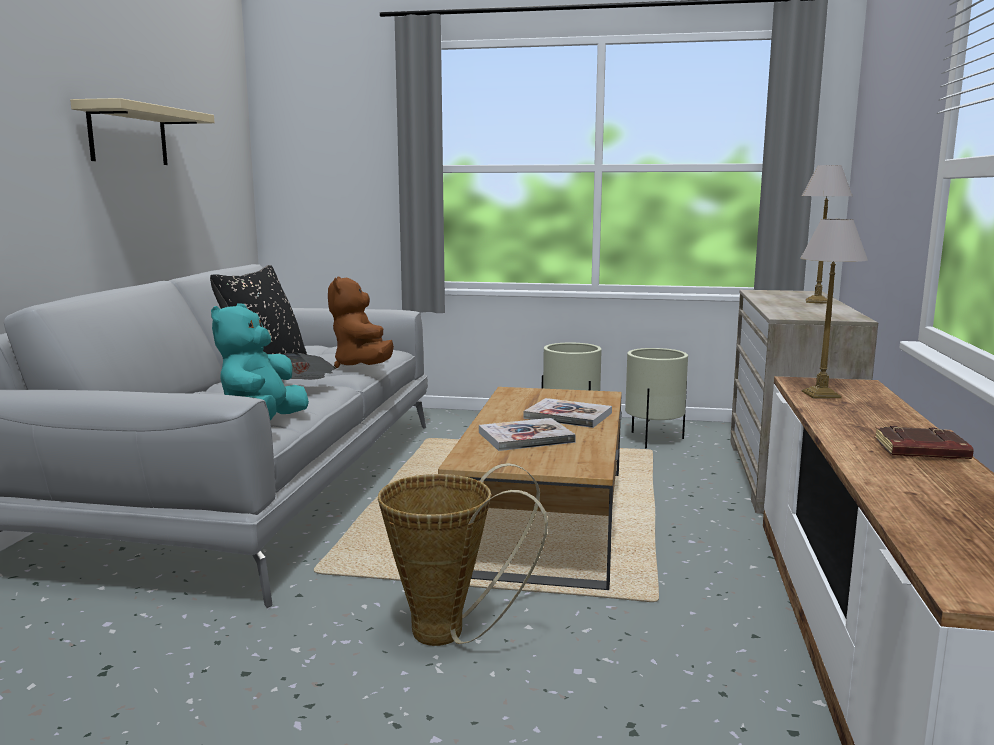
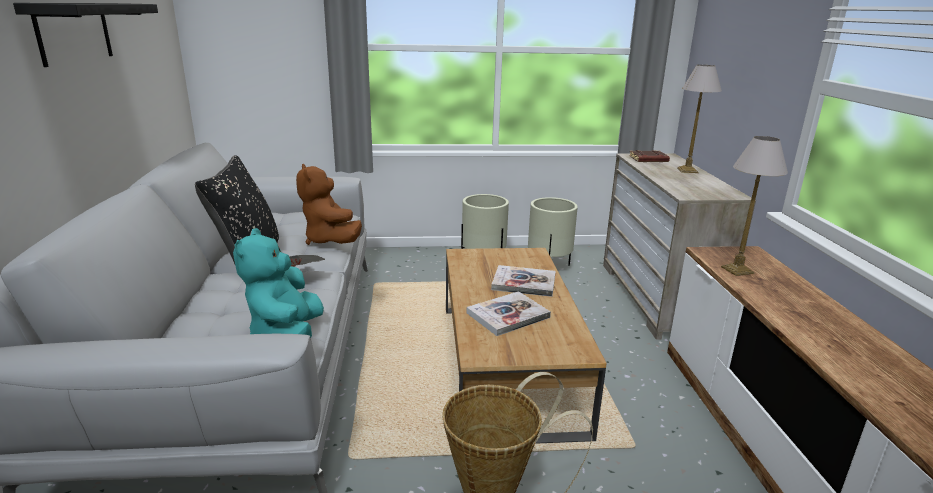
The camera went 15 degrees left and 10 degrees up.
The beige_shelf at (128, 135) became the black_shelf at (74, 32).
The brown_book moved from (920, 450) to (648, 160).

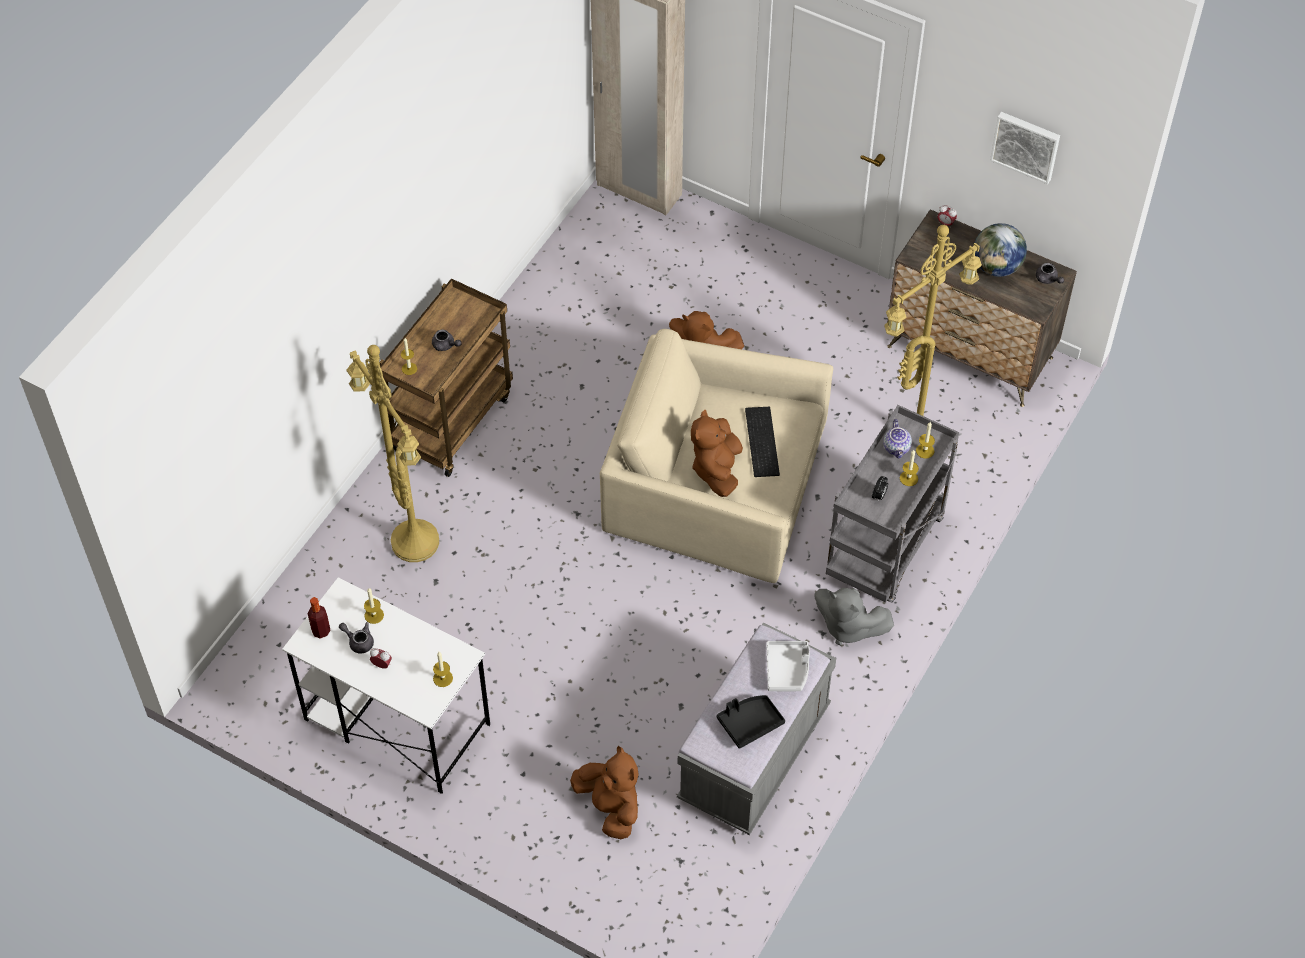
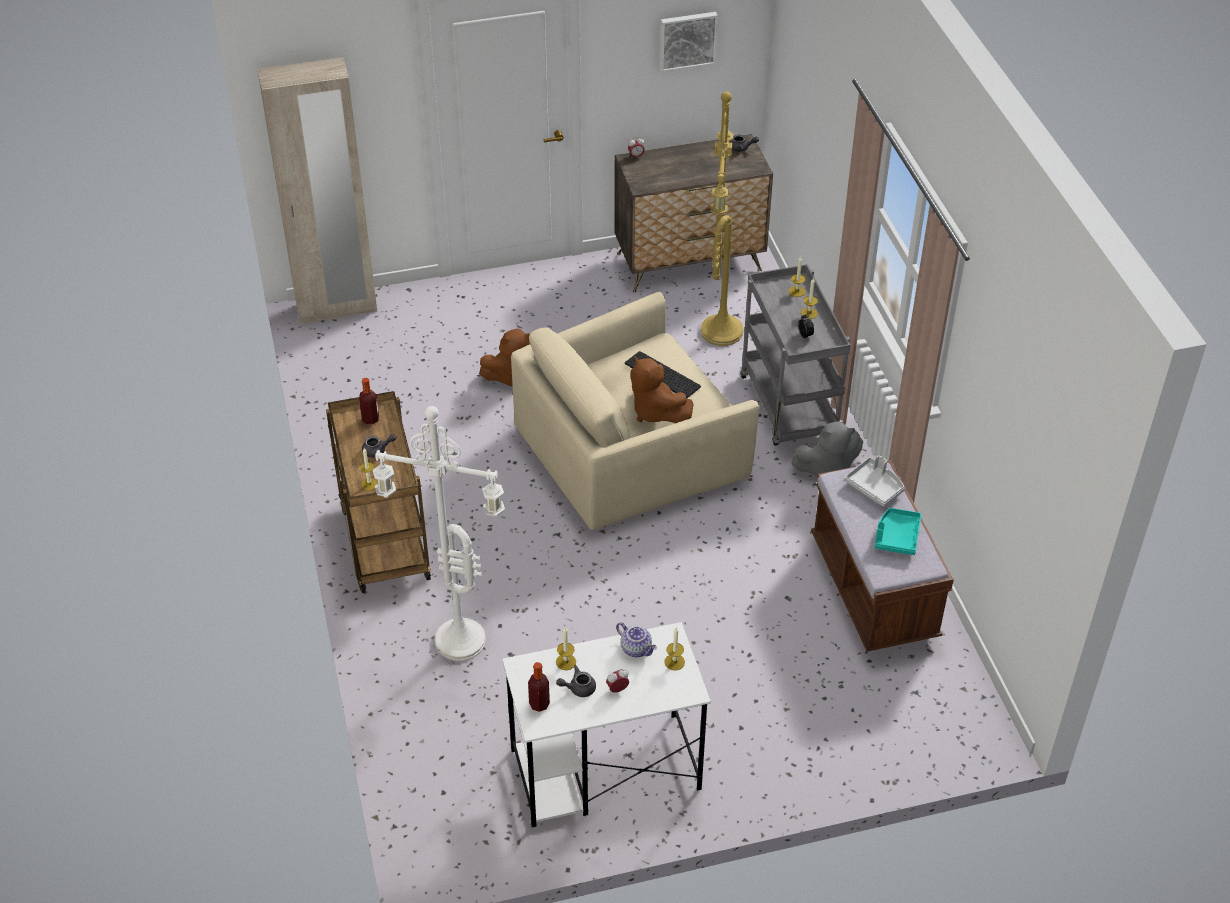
The camera went 45 degrees left and 10 degrees down.
The bottle at (370, 419) appeared.
The yellow_floor_lamp at (411, 542) became the white_floor_lamp at (457, 643).
The teapot moved from (897, 448) to (637, 648).
The grey_bench at (754, 755) became the brown_bench at (873, 589).
The black_tray at (749, 723) became the turquoise_tray at (896, 536).
The brown_plush_toy at (610, 807) disappeared.
The globe at (996, 267) disappeared.

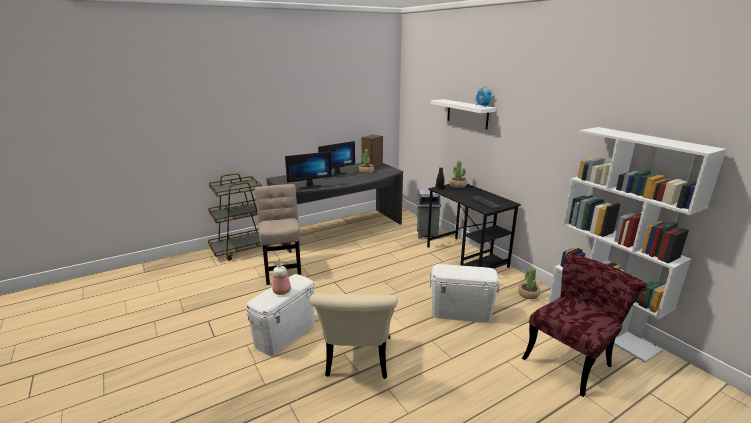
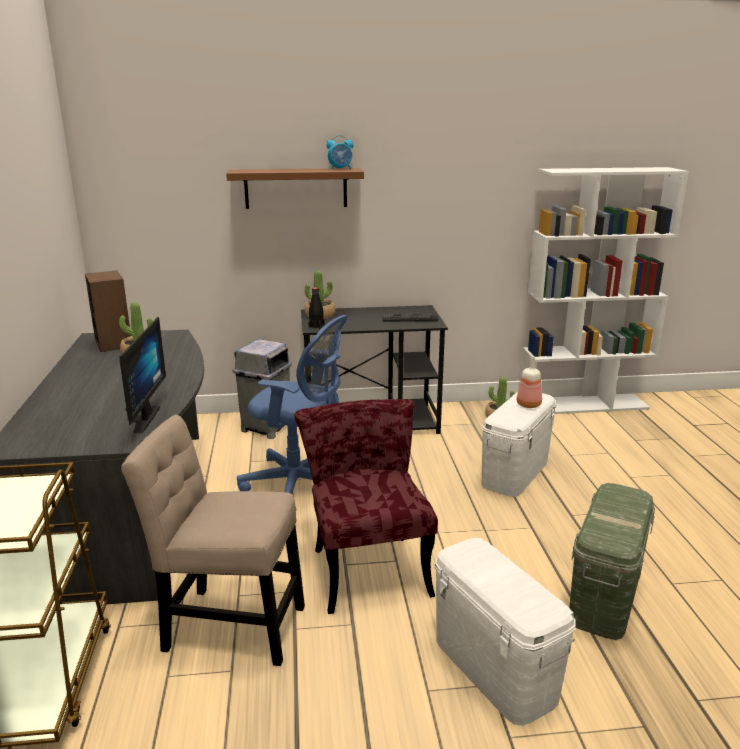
The camera went 65 degrees left and 0 degrees up.
The white_shelf at (467, 113) became the brown_shelf at (296, 188).
The blue_office_chair at (299, 485) appeared.
The red_chair moved from (572, 359) to (367, 564).
The bottle moved from (282, 291) to (529, 404).
The beige_chair at (357, 362) was replaced by the green_storage_box at (605, 596).
The monitor at (335, 174) disappeared.

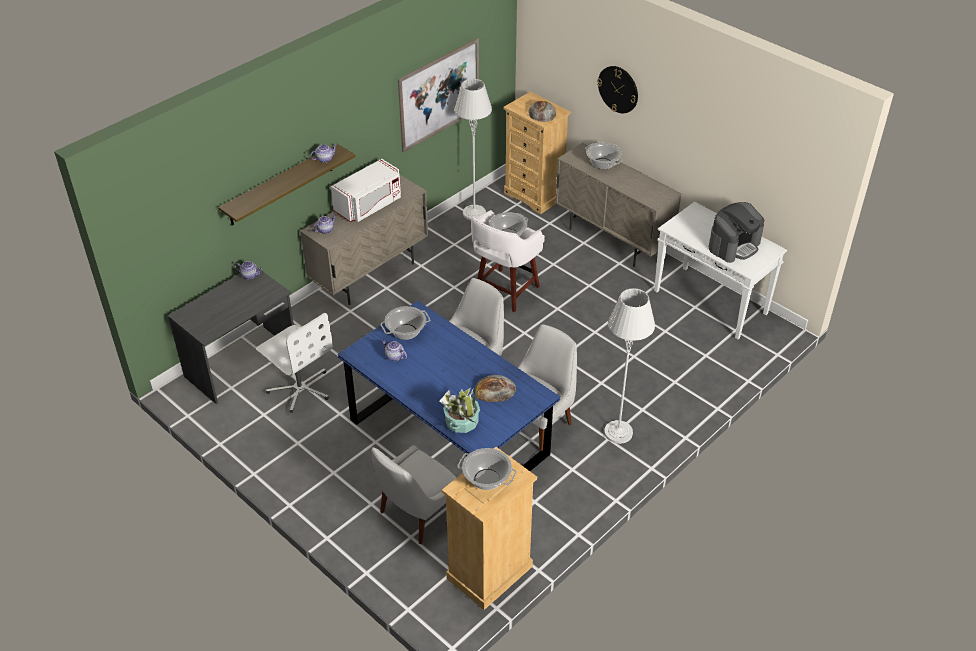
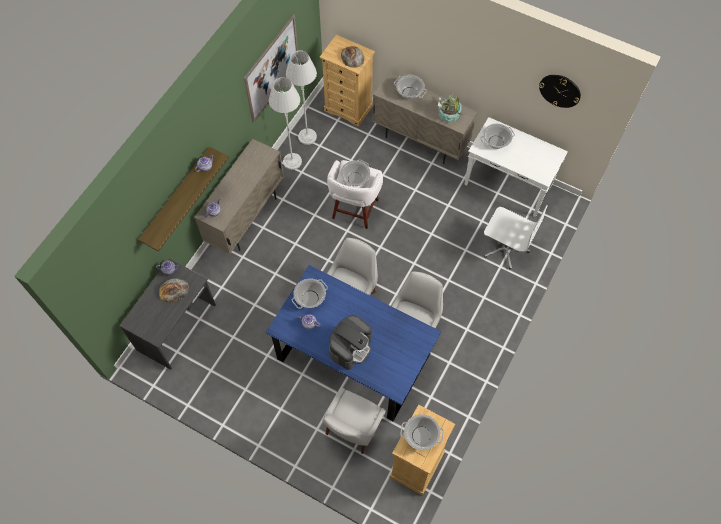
The camera went 15 degrees left and 20 degrees up.
The bread moved from (495, 389) to (173, 290).
The grey_floor_lamp moved from (618, 433) to (292, 162).
The coffee_machine moved from (734, 245) to (350, 347).
The potted_plant moved from (461, 422) to (448, 115).
The cooking_pot at (496, 142) appeared.
The white_office_chair moved from (300, 388) to (505, 247).
The wall_clock moved from (618, 89) to (560, 90).
The white_microwave at (369, 205) disappeared.

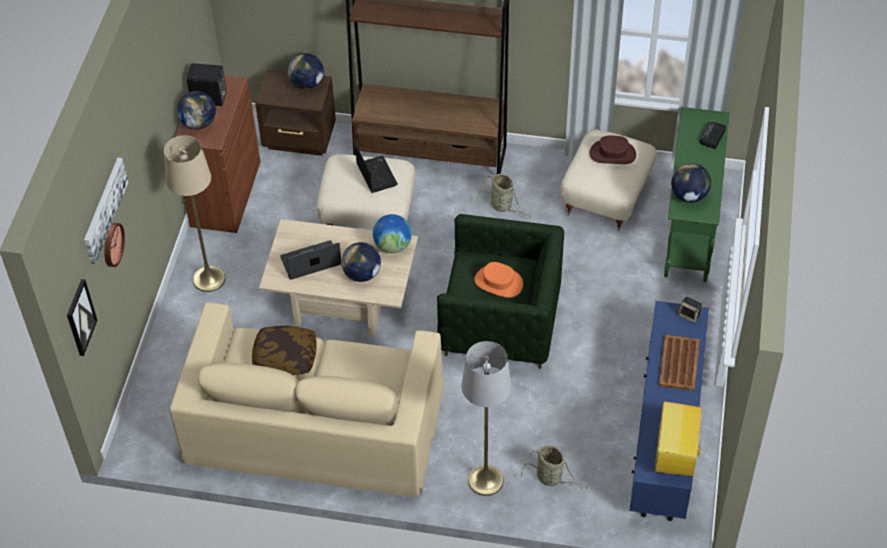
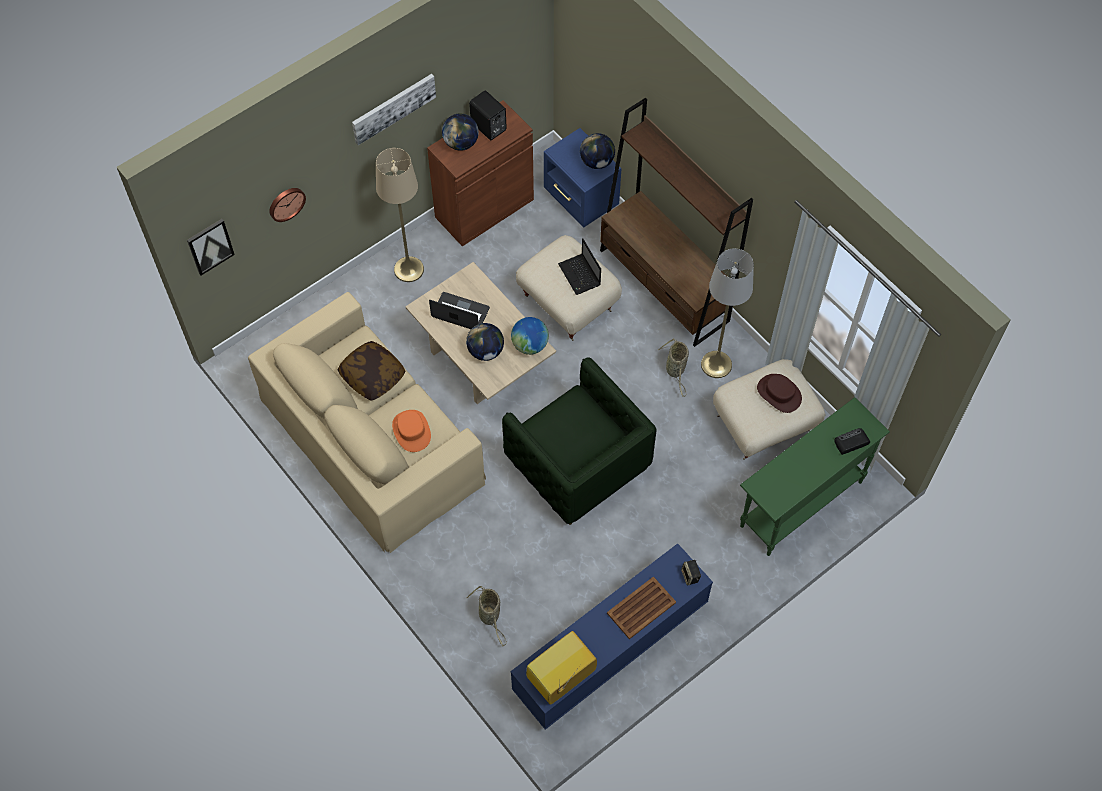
The camera went 40 degrees right and 10 degrees up.
The picture moved from (104, 209) to (393, 108).
The orange_hat moved from (498, 282) to (411, 431).
The brown_nightstand at (300, 138) became the blue_nightstand at (581, 201).
The laptop at (376, 174) turned 135 degrees clockwise.
The grey_floor_lamp moved from (485, 480) to (716, 364).
The globe at (689, 196) disappeared.

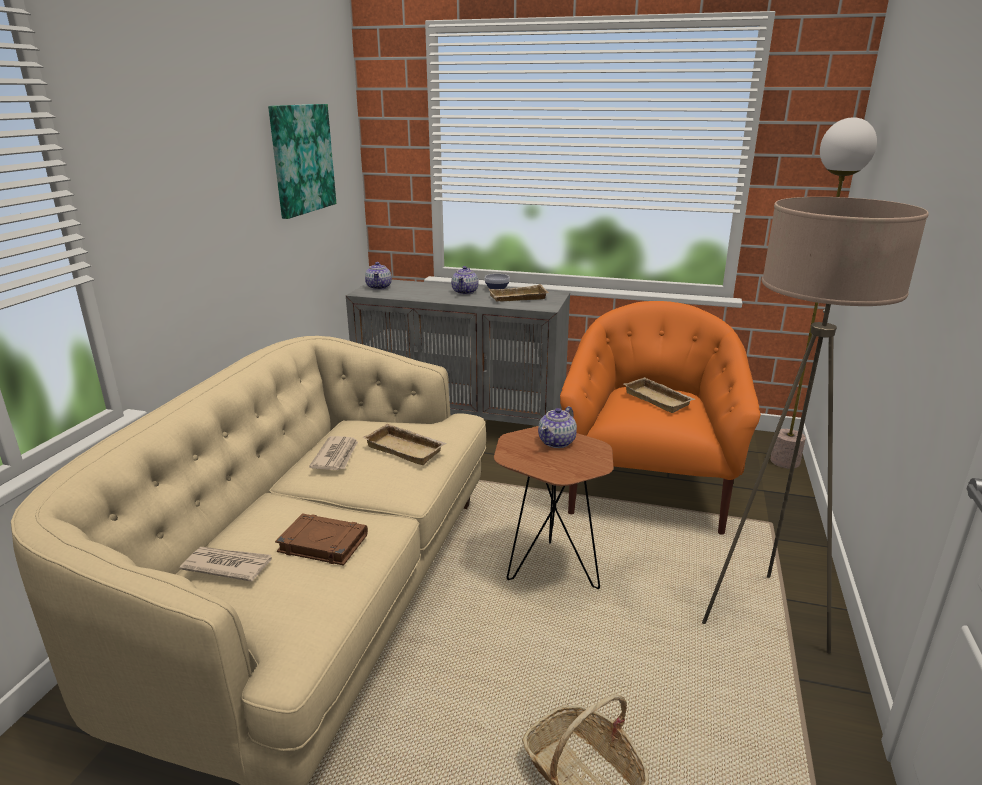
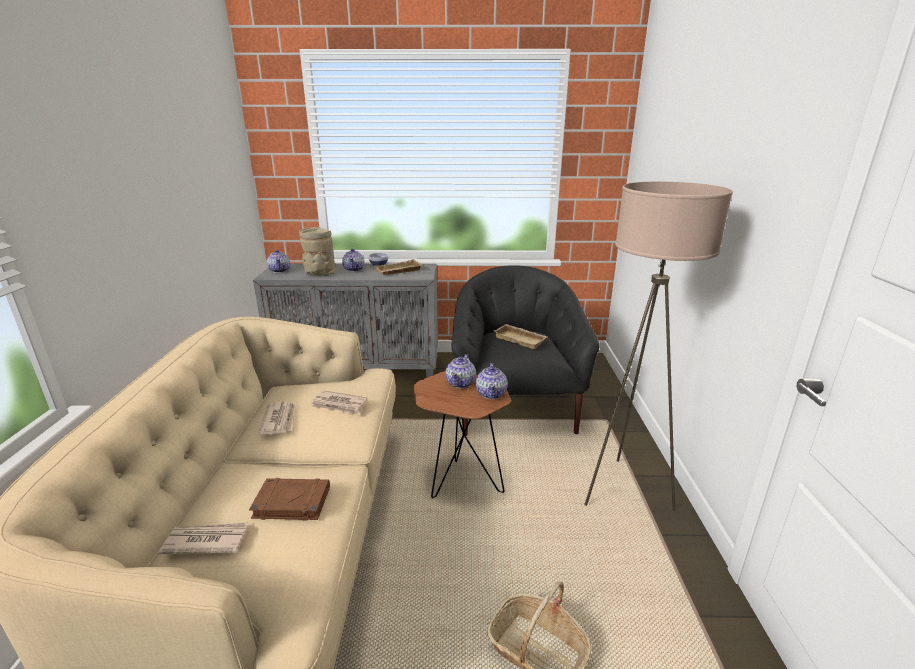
The camera went 15 degrees left and 0 degrees up.
The beige_vase at (319, 273) appeared.
The beige_tray at (407, 448) was replaced by the newspaper at (339, 405).
The orange_armchair at (646, 489) became the black_armchair at (514, 407).
The teapot at (491, 393) appeared.
The picture at (301, 159) disappeared.
The floor_lamp at (785, 461) disappeared.

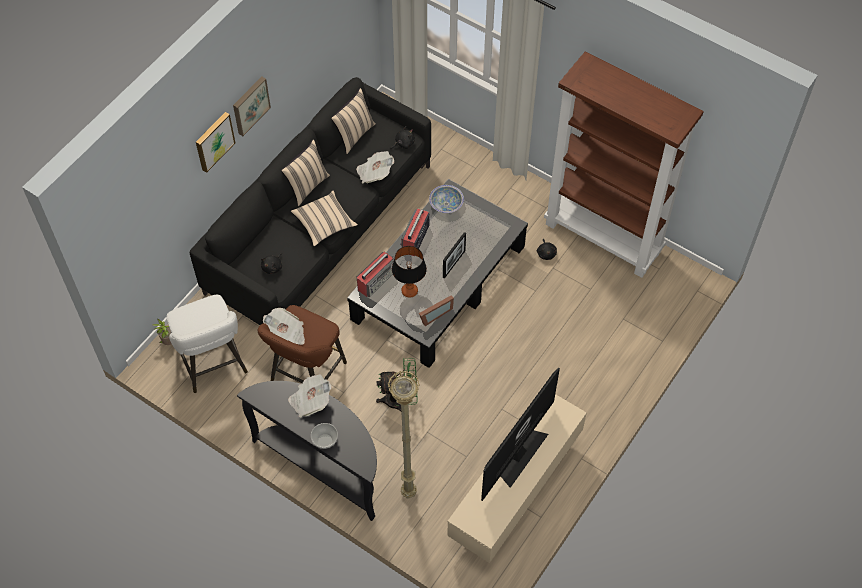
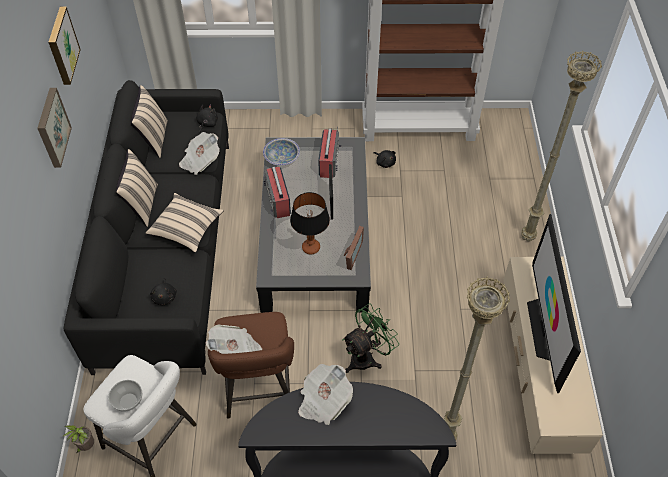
The camera went 35 degrees left and 5 degrees down.
The picture moved from (213, 141) to (61, 46).
The bowl moved from (324, 441) to (128, 402).
The radio moved from (376, 280) to (329, 161).
The beige_floor_lamp at (526, 238) appeared.

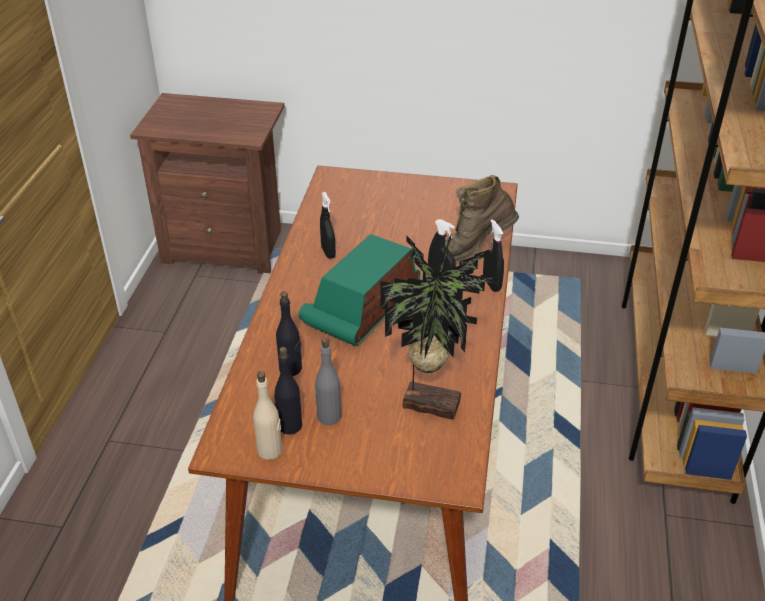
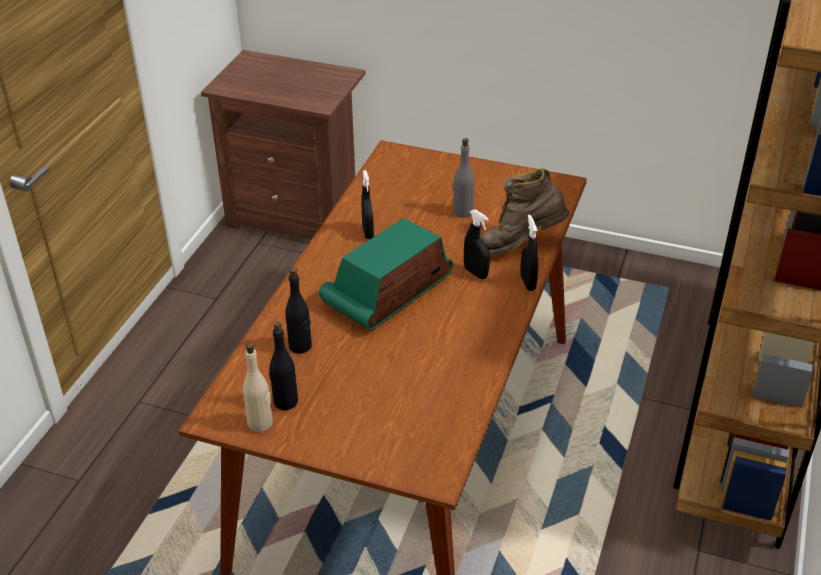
The camera went 10 degrees right and 0 degrees up.
The grey_bottle moved from (328, 416) to (462, 212).
The potted_plant at (431, 402) disappeared.

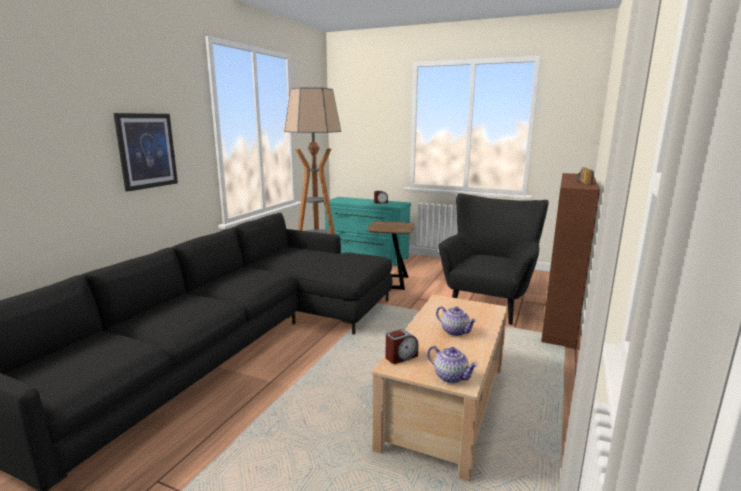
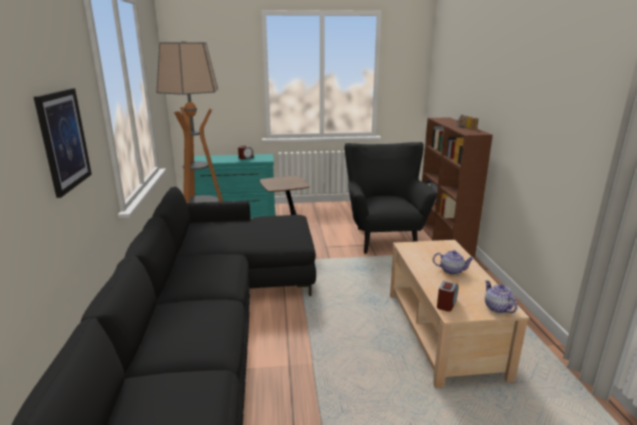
The camera went 30 degrees left and 5 degrees up.
The teapot at (451, 376) turned 120 degrees counterclockwise.

